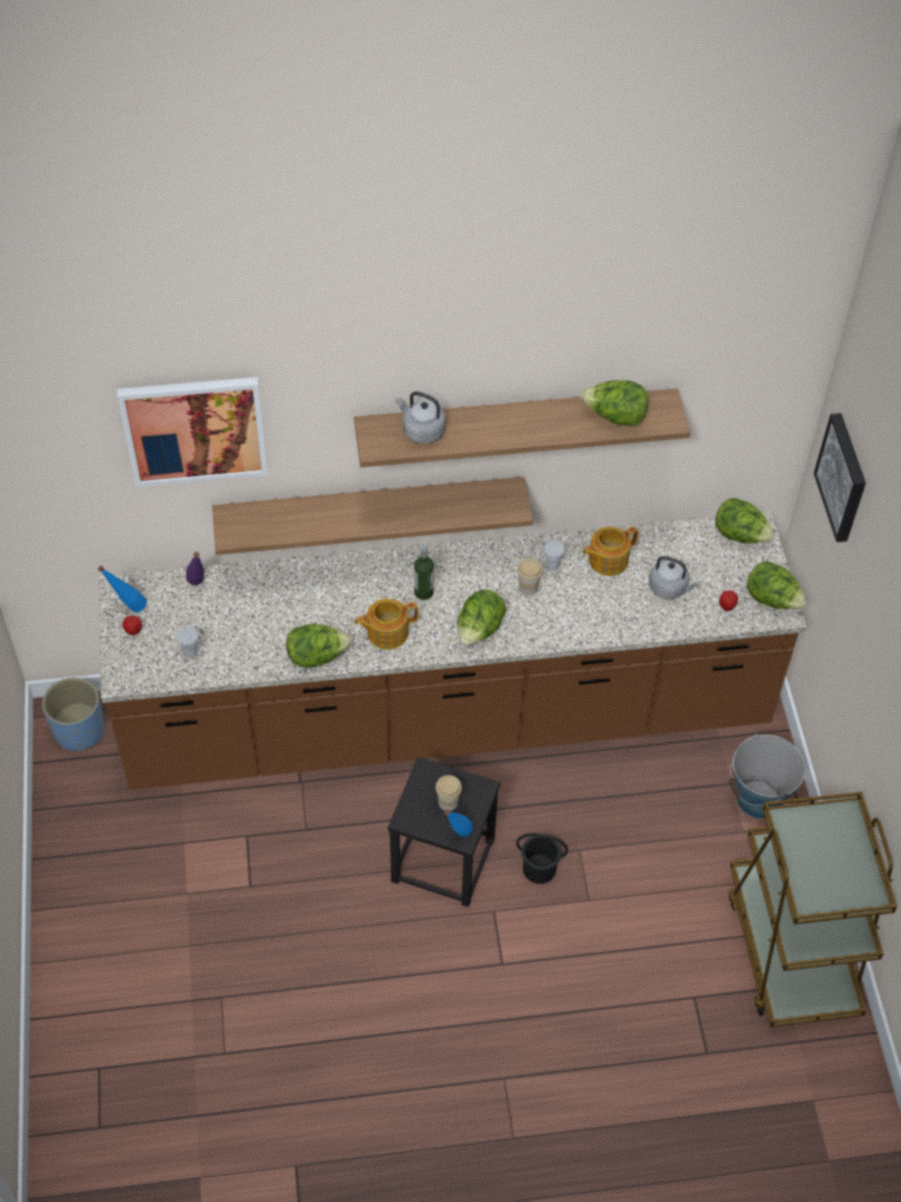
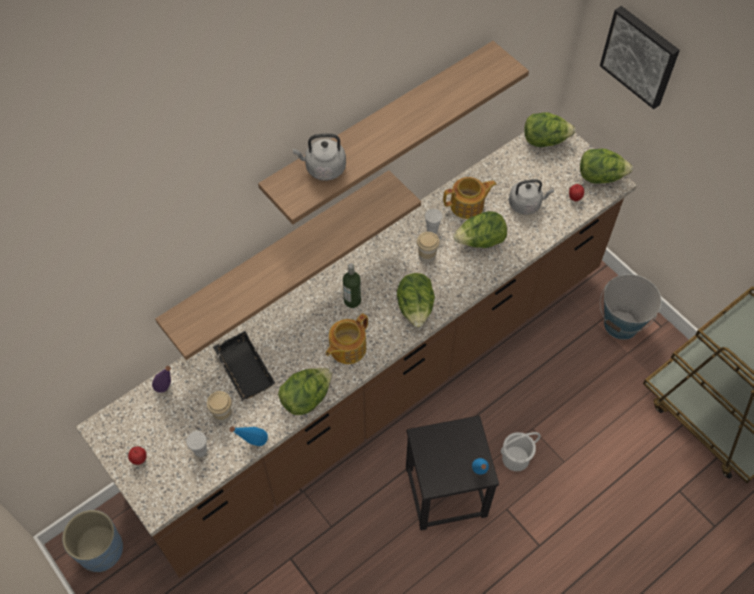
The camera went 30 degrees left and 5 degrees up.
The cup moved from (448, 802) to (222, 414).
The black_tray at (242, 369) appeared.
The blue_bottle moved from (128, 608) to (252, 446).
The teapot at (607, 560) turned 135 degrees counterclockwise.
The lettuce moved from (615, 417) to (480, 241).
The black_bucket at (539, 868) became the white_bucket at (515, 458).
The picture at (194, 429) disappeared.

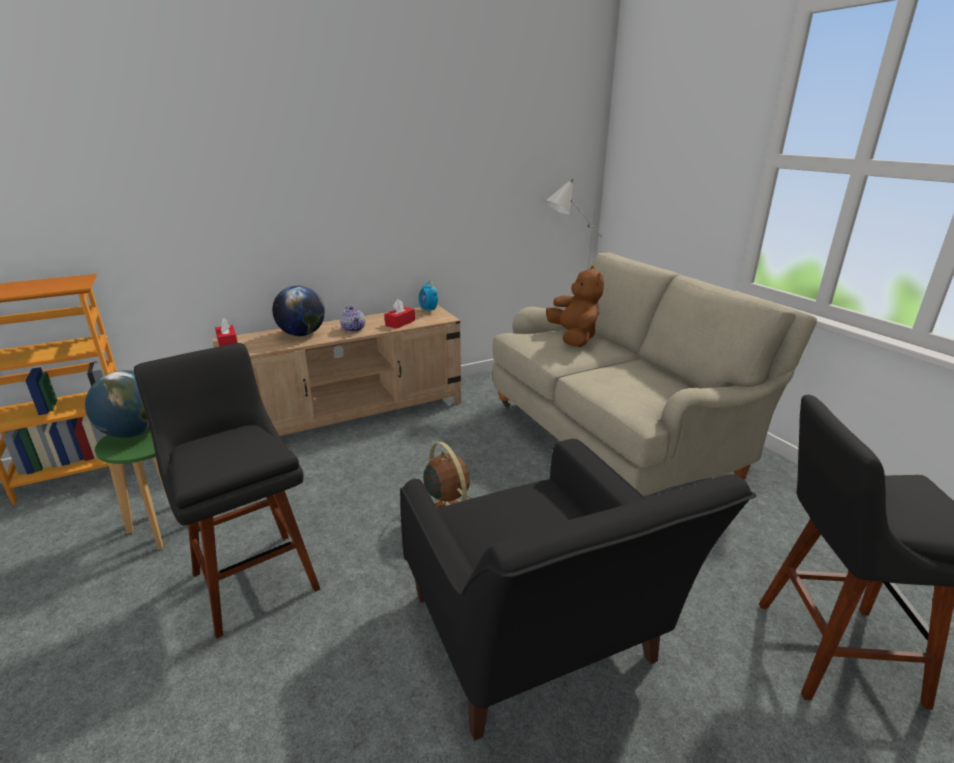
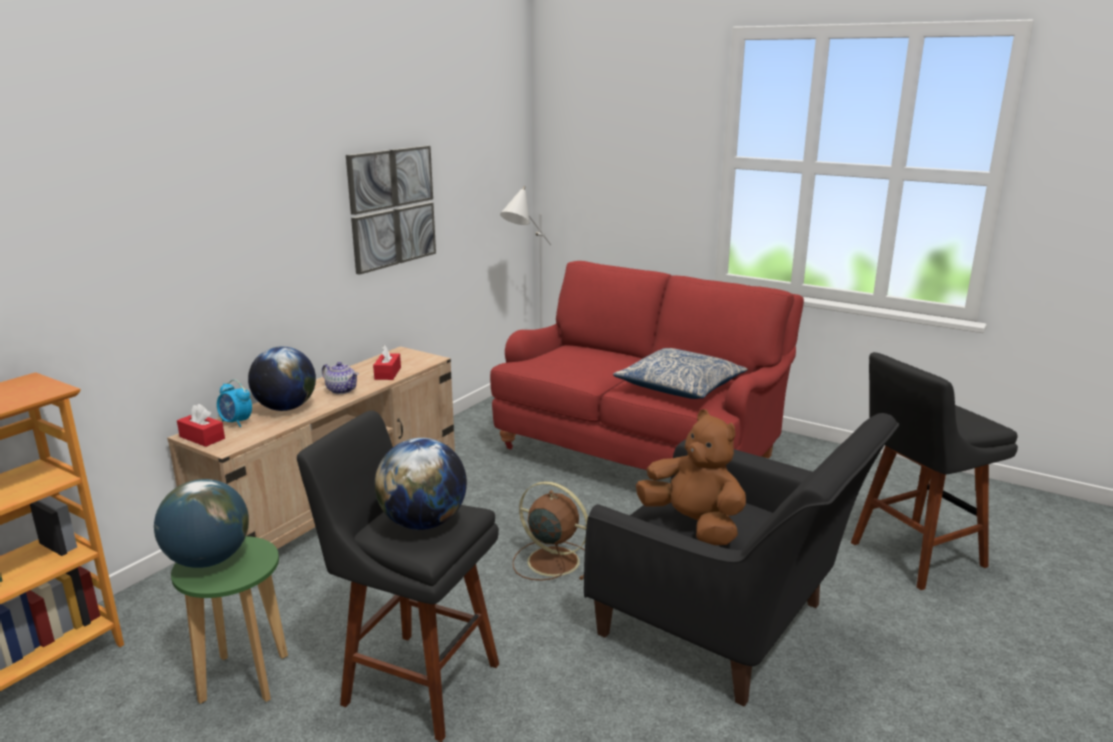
The camera went 30 degrees left and 5 degrees down.
The alarm_clock moved from (428, 310) to (236, 422).
The picture at (392, 207) appeared.
The globe at (423, 523) appeared.
The beige_sofa at (619, 436) became the red_sofa at (642, 448).
The pillow at (679, 386) appeared.
The brown_plush_toy moved from (574, 338) to (693, 525).

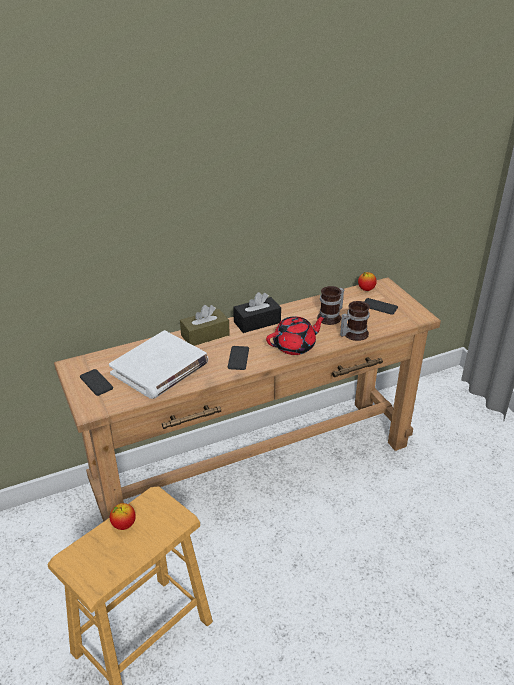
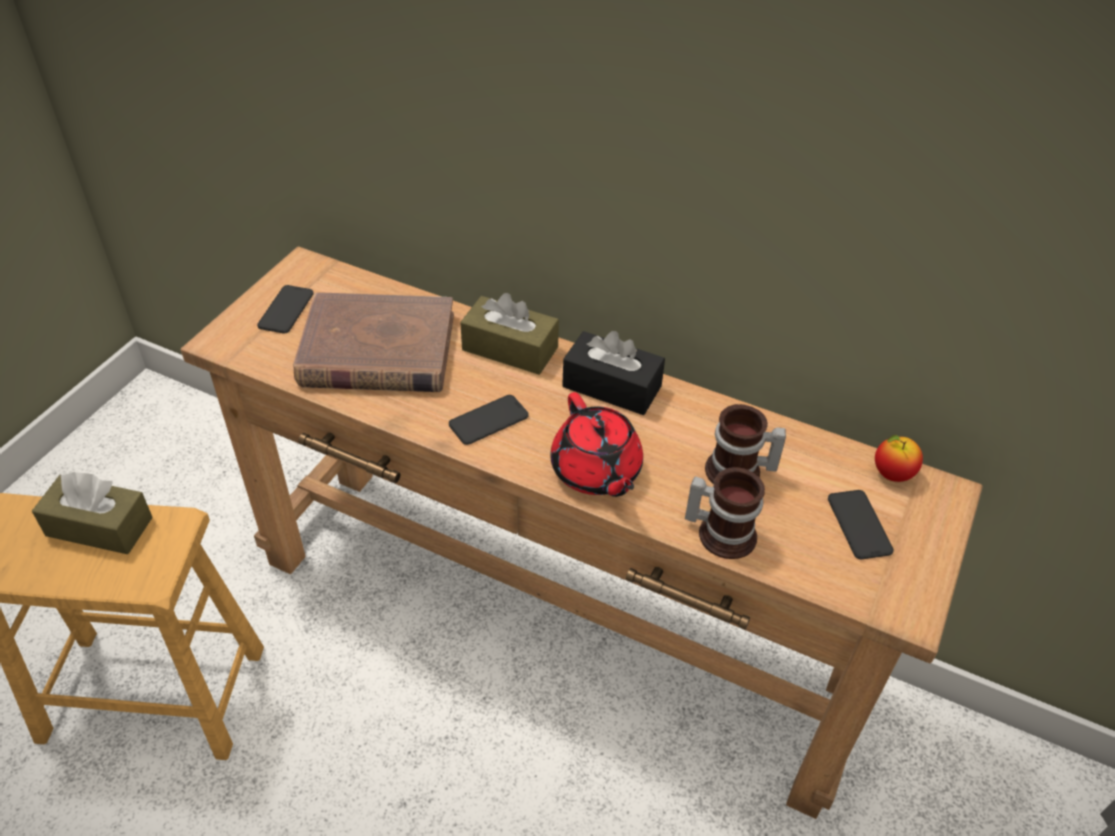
The camera went 50 degrees right and 10 degrees up.
The apple at (124, 525) was replaced by the brown_tissue_box at (99, 526).
The white_book at (160, 368) became the brown_book at (377, 350).
The red_teapot at (295, 346) turned 45 degrees clockwise.

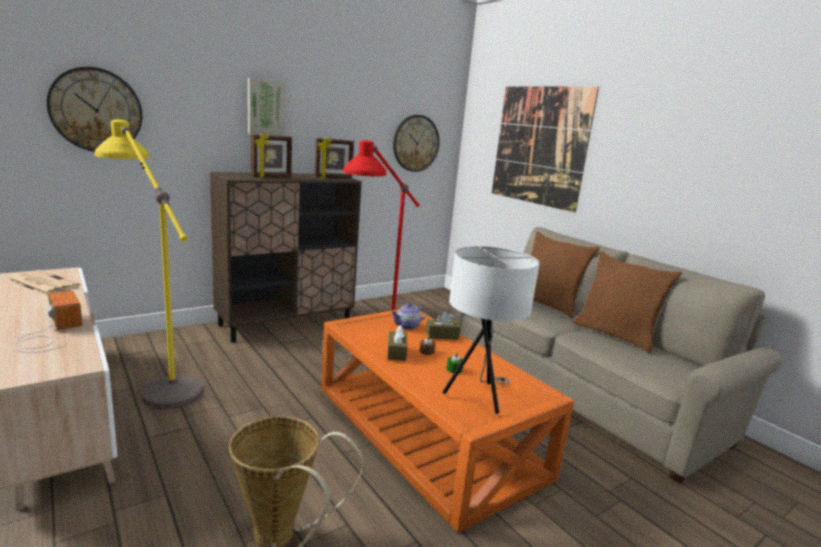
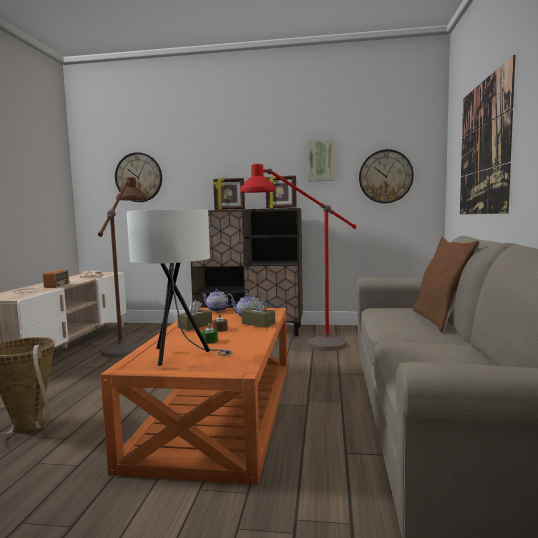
The camera went 45 degrees right and 10 degrees down.
The yellow_floor_lamp at (158, 377) became the brown_floor_lamp at (129, 342).
The teapot at (217, 310) appeared.
The picture moved from (265, 107) to (321, 160).
The brown_pillow at (615, 335) disappeared.

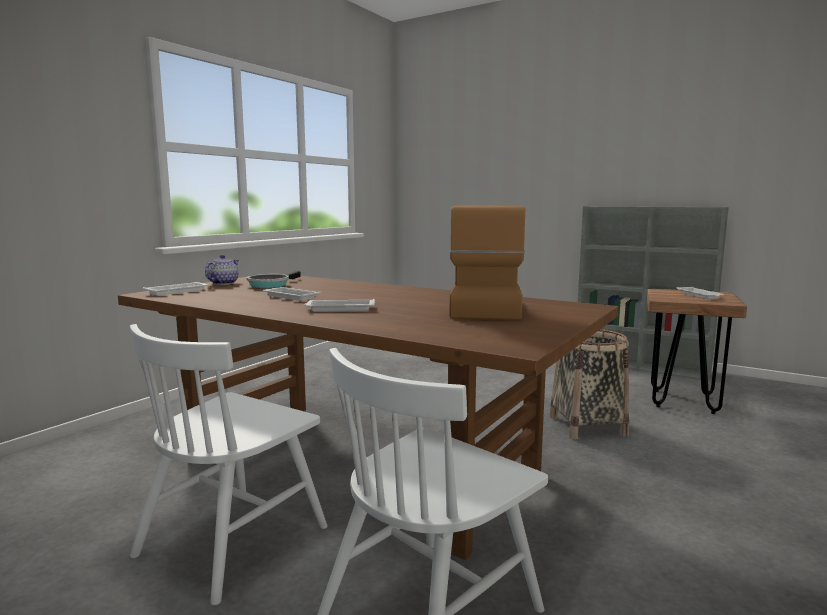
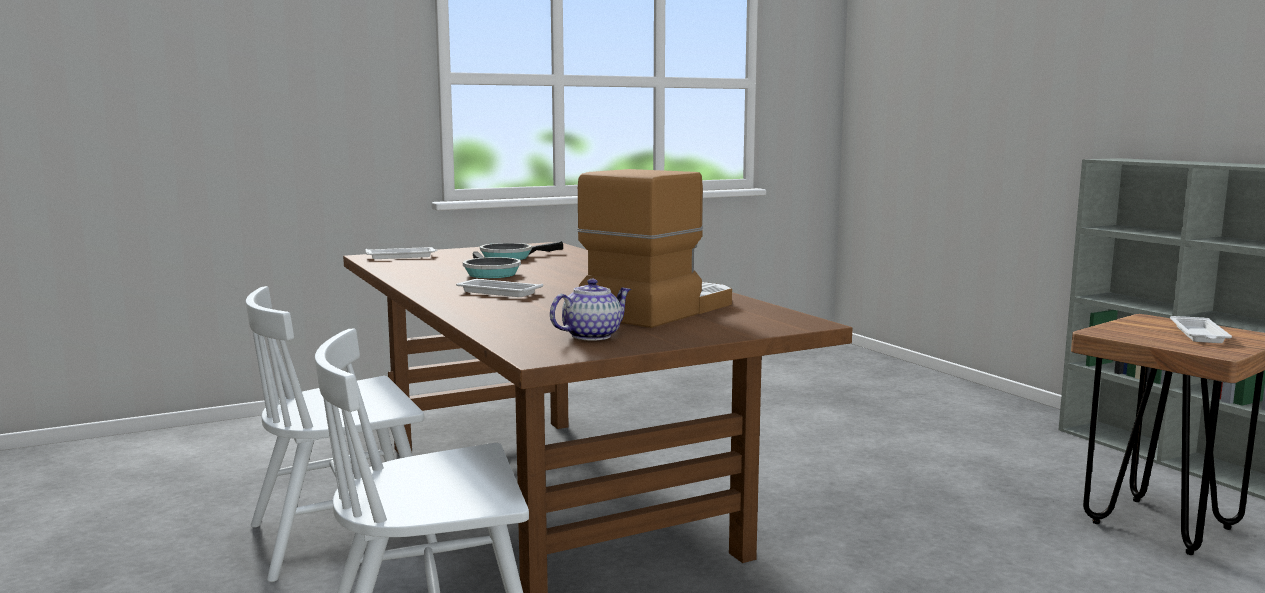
The camera went 30 degrees right and 0 degrees up.
The white_tray at (290, 297) was replaced by the frying_pan at (490, 273).
The teapot moved from (223, 283) to (591, 336).
The basket at (587, 426) disappeared.

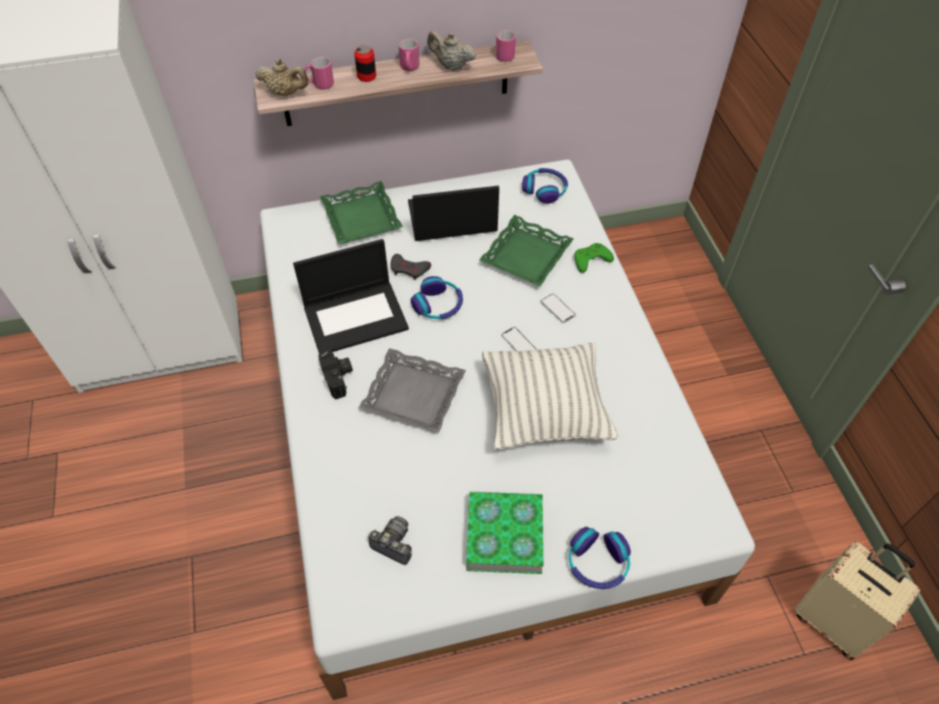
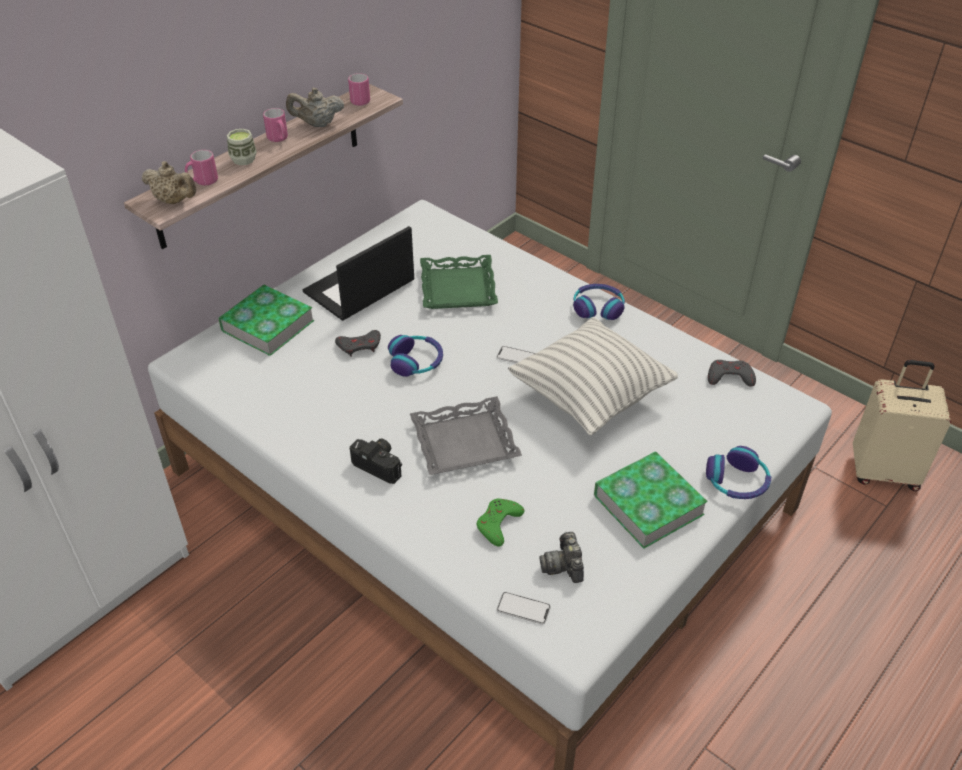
The camera went 35 degrees left and 10 degrees down.
The beige_teapot at (285, 93) turned 45 degrees clockwise.
The green_tray at (360, 218) was replaced by the book at (267, 325).
The can at (366, 76) was replaced by the cup at (243, 159).
The green_game_controller moved from (591, 260) to (498, 524).
The phone moved from (557, 309) to (523, 609).
The photo_camera at (393, 544) turned 90 degrees counterclockwise.
The headphones moved from (545, 190) to (598, 307).
The grey_game_controller at (729, 377) appeared.
The laptop at (356, 317) disappeared.

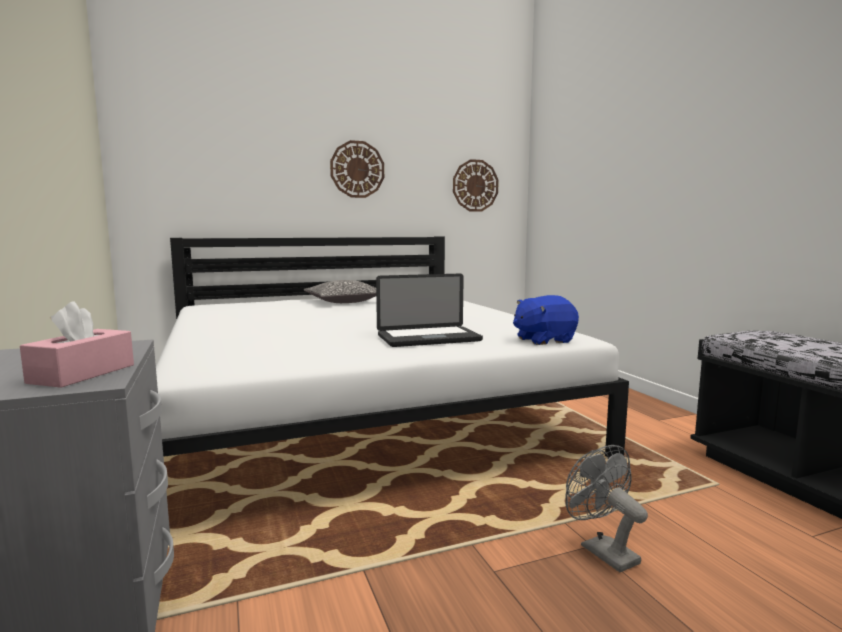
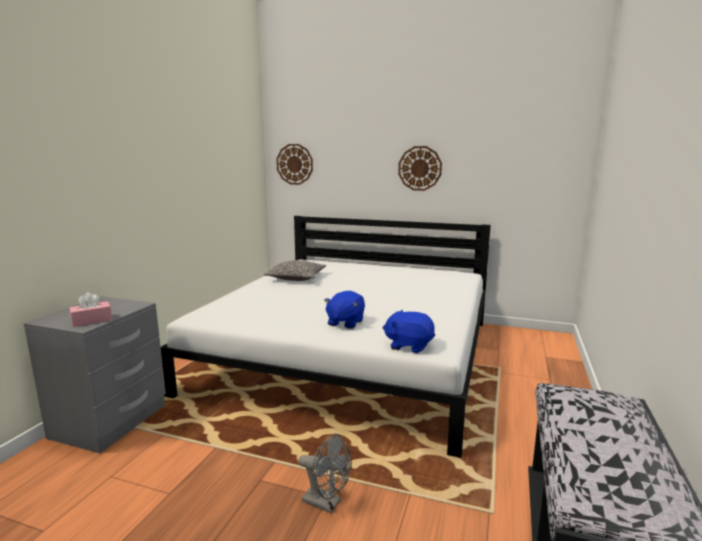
The camera went 40 degrees right and 5 degrees up.
The pillow moved from (343, 302) to (296, 278).
The wall_clock moved from (475, 185) to (294, 164).
The grey_fan at (602, 550) turned 105 degrees clockwise.
The laptop at (428, 338) was replaced by the blue_plush_toy at (345, 322).

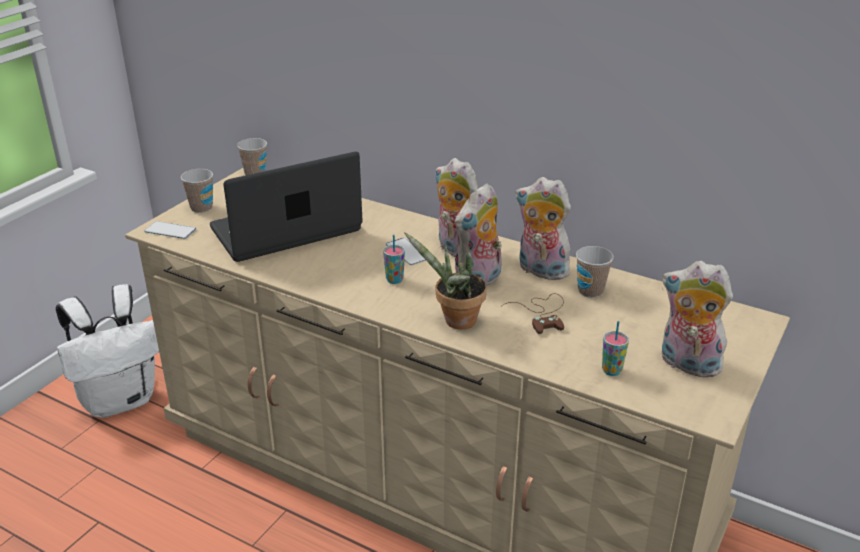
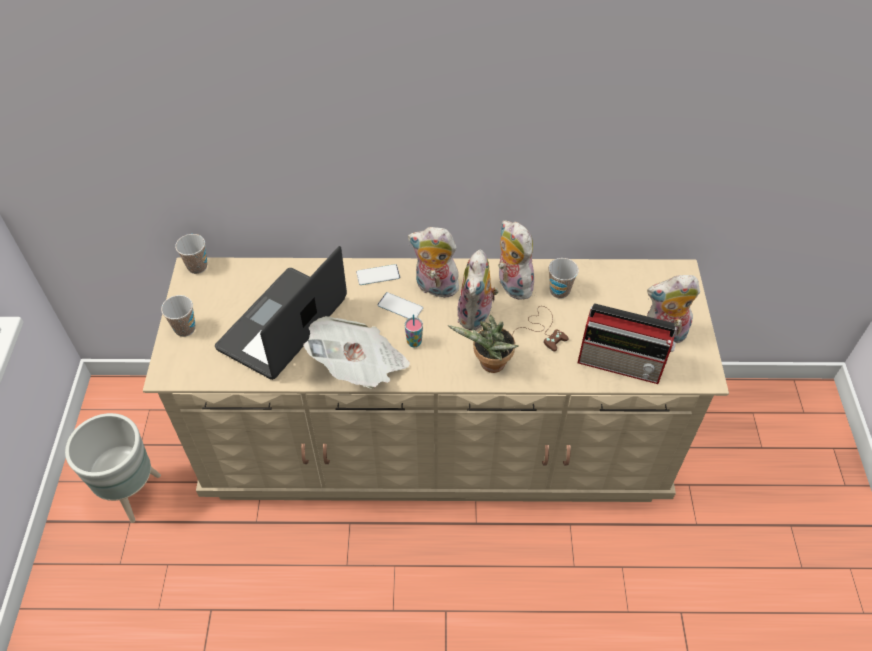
The camera went 30 degrees left and 20 degrees up.
The white_backpack at (121, 399) was replaced by the grey_planter at (132, 493).
The newspaper at (360, 367) appeared.
The phone moved from (170, 230) to (378, 275).
The plush_toy at (540, 271) turned 60 degrees clockwise.
The cup at (611, 371) was replaced by the radio at (622, 363).

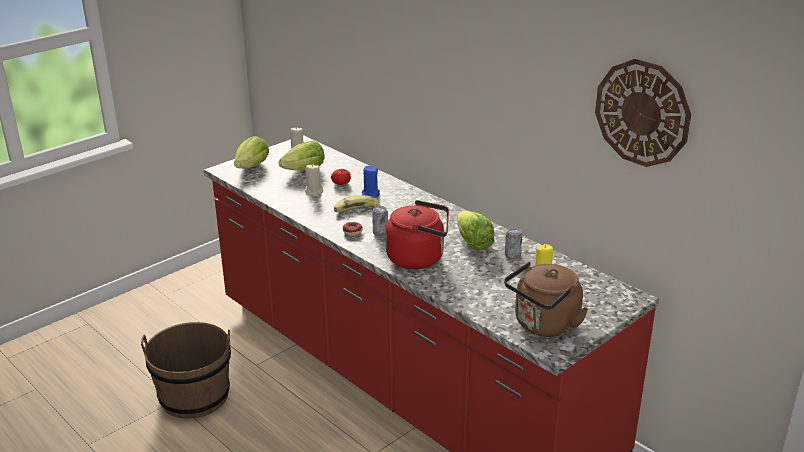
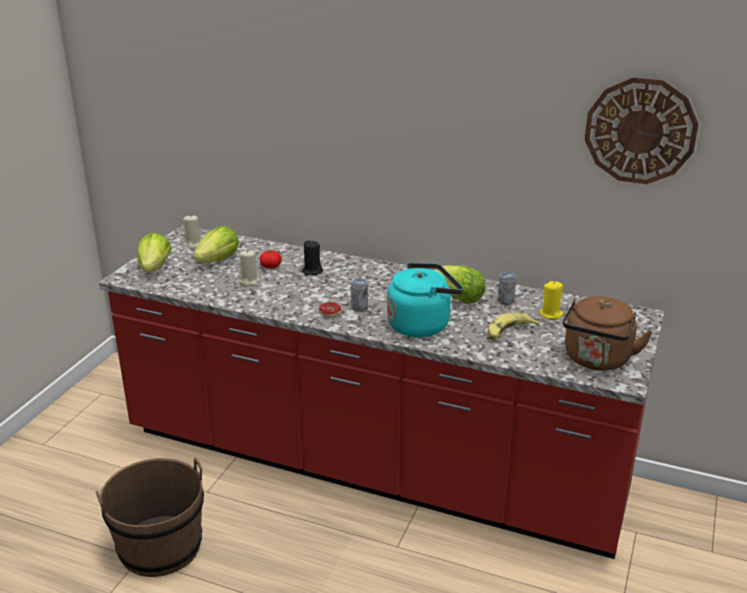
The camera went 25 degrees left and 0 degrees up.
The blue_candle at (370, 194) became the black_candle at (312, 271).
The red_kettle at (419, 258) became the turquoise_kettle at (422, 324).
The banana moved from (356, 210) to (509, 332).

